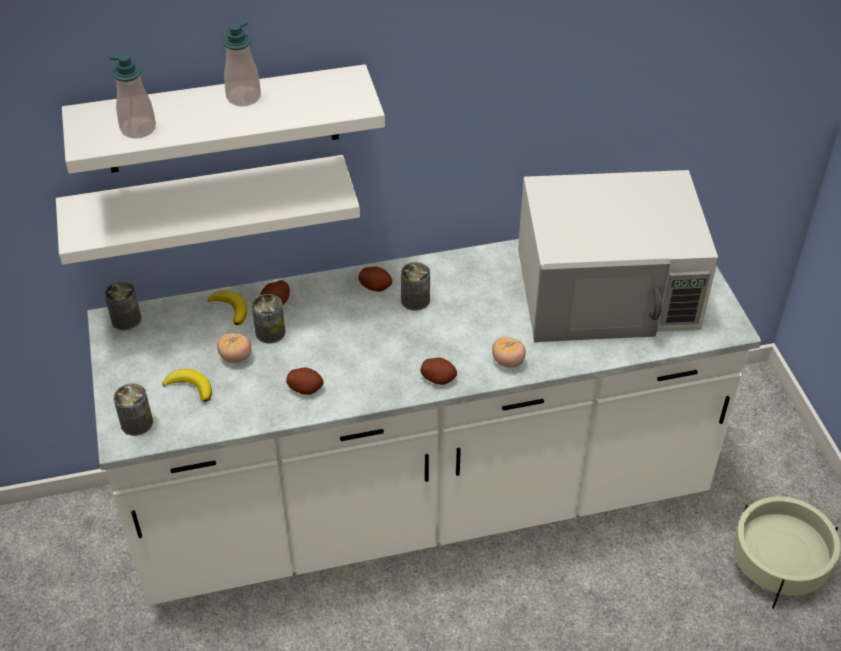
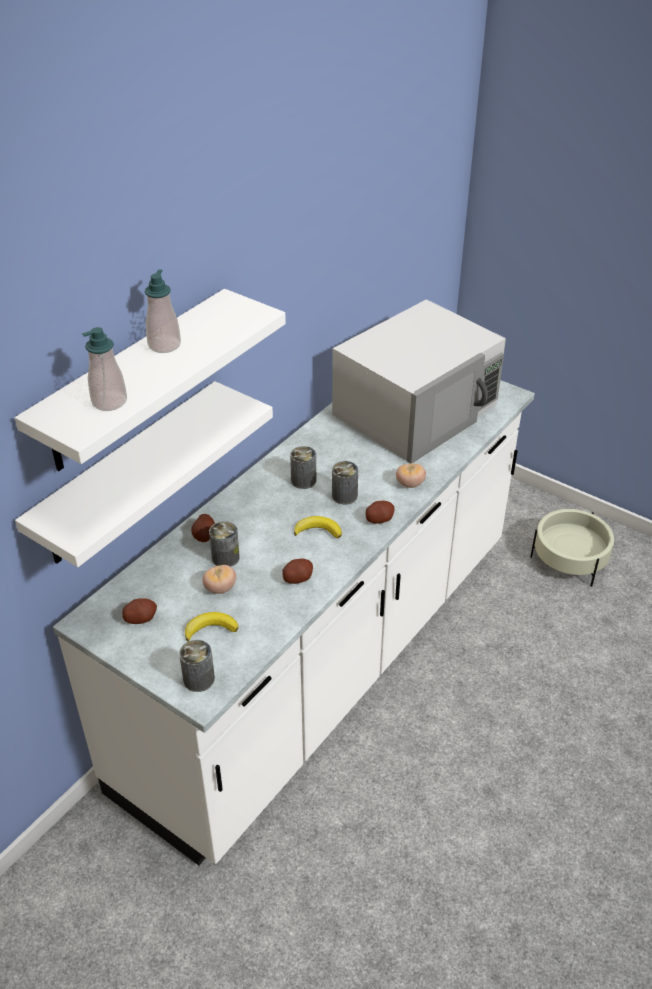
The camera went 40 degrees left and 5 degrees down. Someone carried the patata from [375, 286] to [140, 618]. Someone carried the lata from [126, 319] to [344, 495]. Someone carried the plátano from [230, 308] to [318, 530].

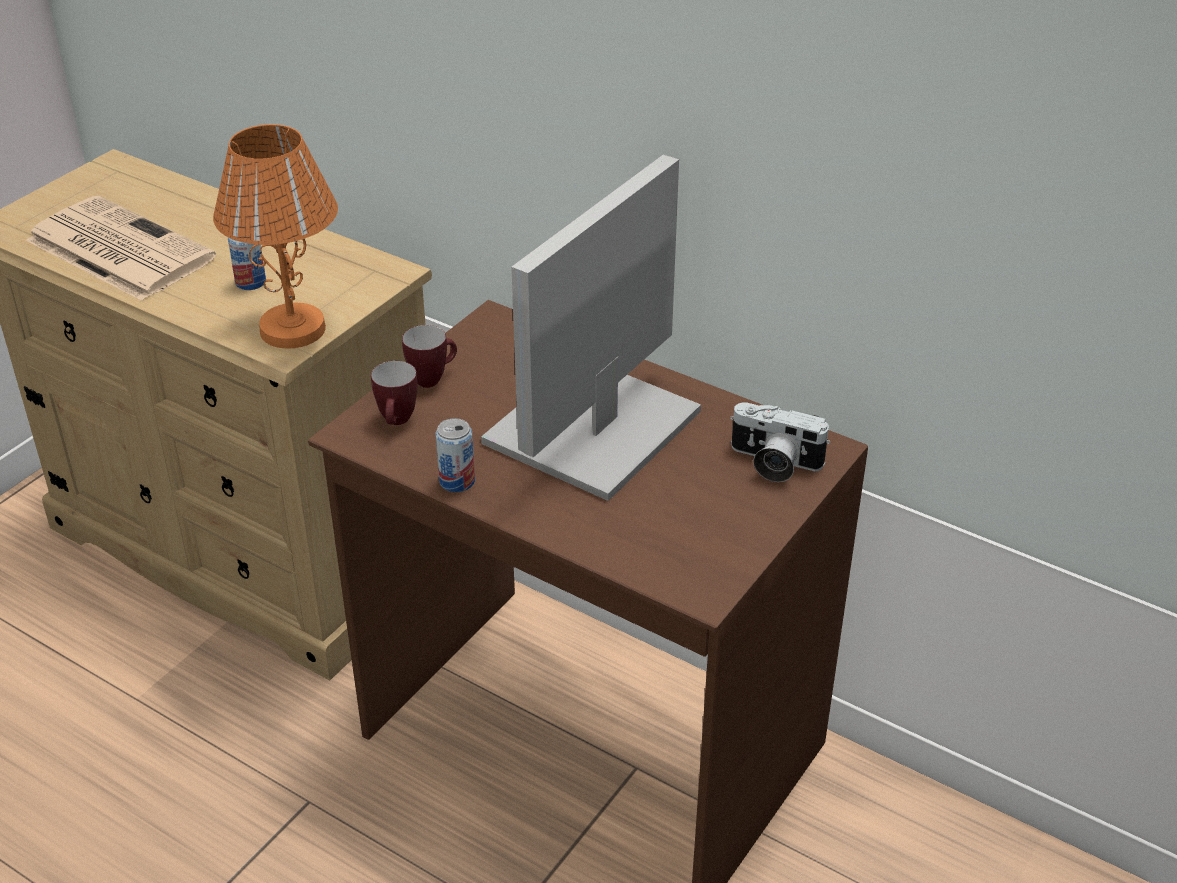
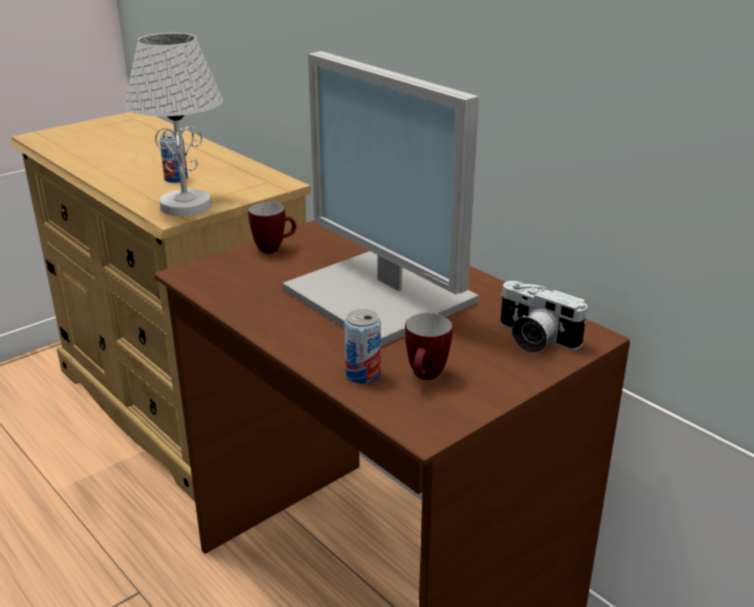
The camera went 15 degrees right and 10 degrees down. Someone repainted the lámpara de mesa [naranja] at [294, 329], which became the lámpara de mesa [blanco] at [187, 206]. Someone rotated the monitor at [592, 430] by 90 degrees counterclockwise. Someone took away the periódico at [117, 249]. Someone carried the taza grande from [397, 422] to [426, 377]. Someone carried the lata from [457, 481] to [363, 375].

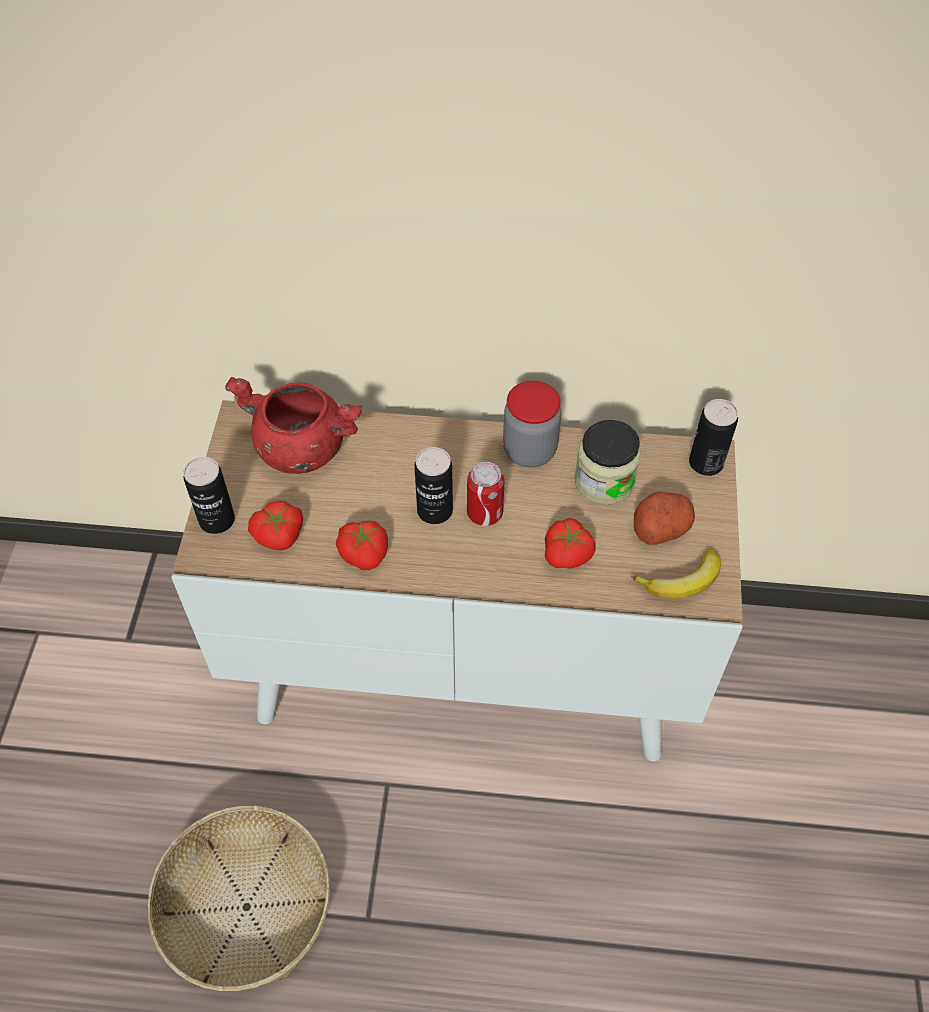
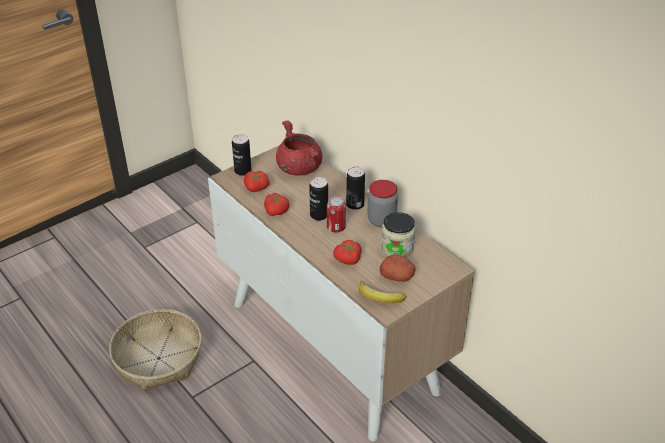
The camera went 45 degrees right and 15 degrees down. Someone carried the lata from [706, 463] to [355, 204].

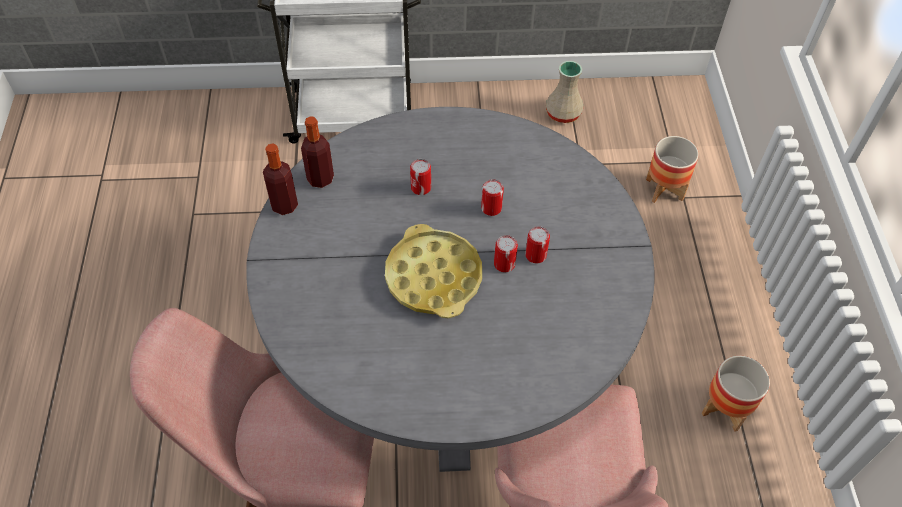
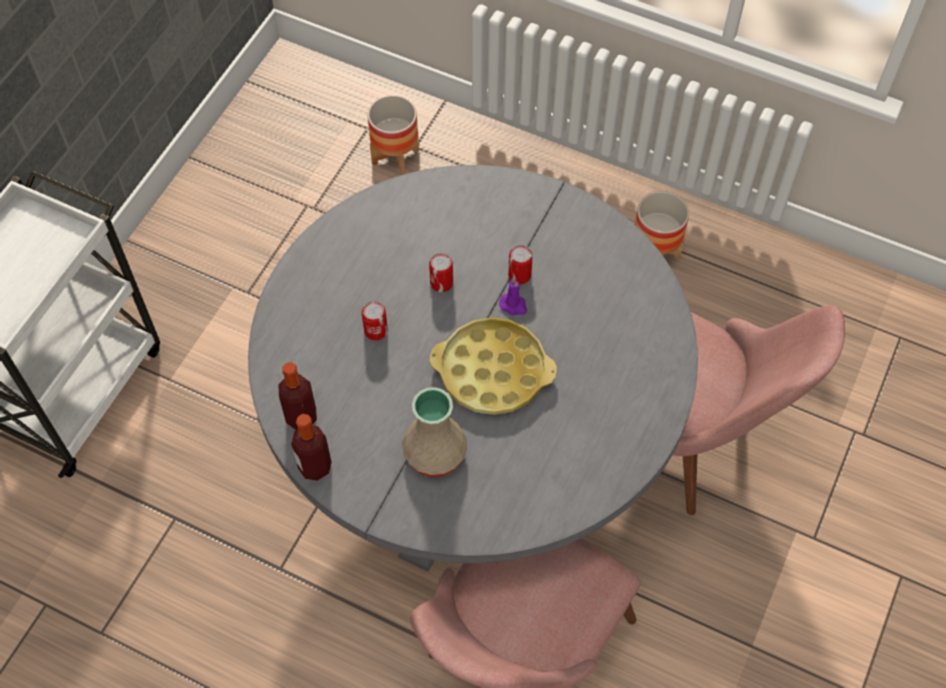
The camera went 60 degrees left and 5 degrees up. Someone carried the florero [beis] from [564, 113] to [436, 452]. Someone swapped the lata at [504, 264] for the vela [morado] at [514, 305].

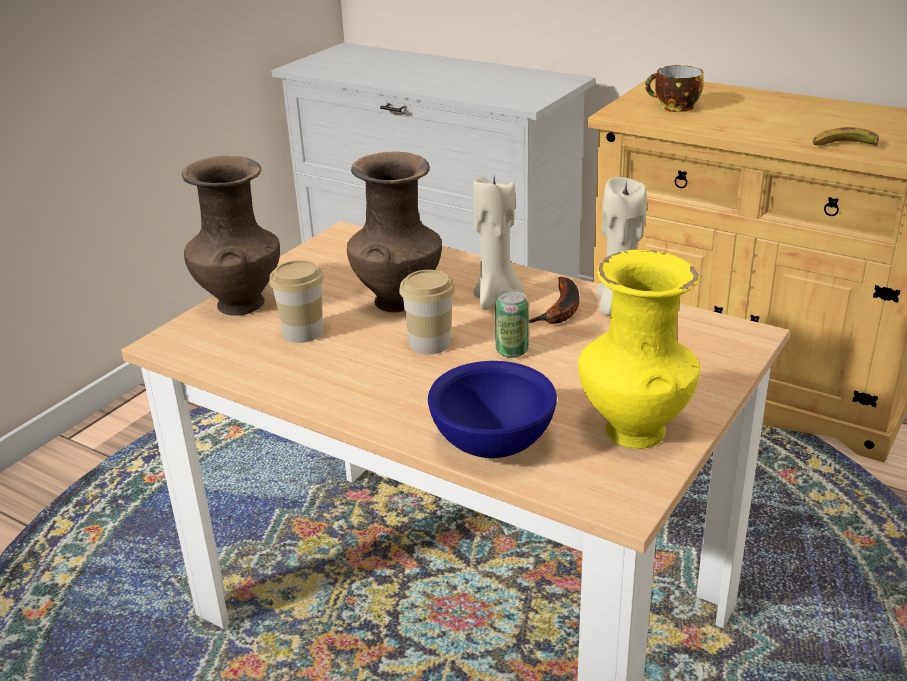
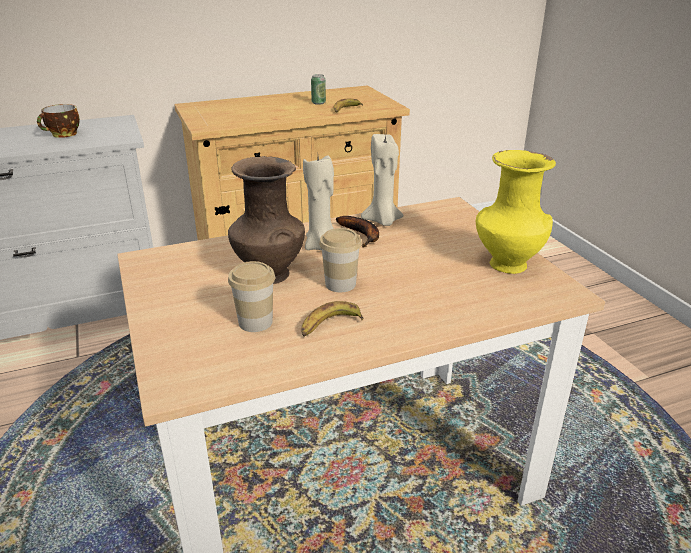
The camera went 55 degrees left and 0 degrees up. Someone carried the taza from [674, 108] to [63, 135]. Someone took away the florero [marrón] at [240, 303]. Someone carried the lata from [512, 351] to [318, 103]. Someone took away the cuenco [azul] at [494, 445]. Someone put down the plátano at [330, 325].

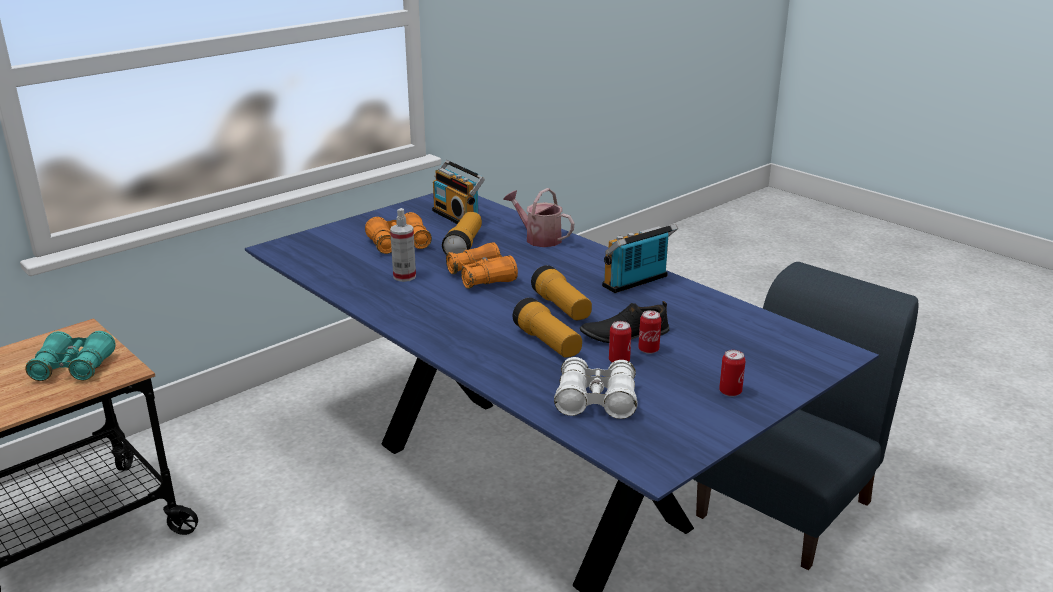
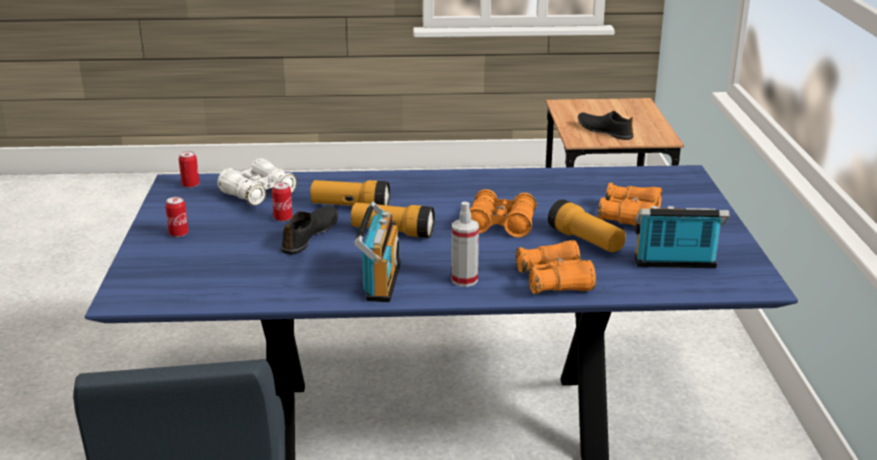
The camera went 130 degrees right and 0 degrees up. Someone swapped the regadera at [539, 238] for the prismáticos [naranja] at [554, 281]. Someone carried the pulverizador from [404, 276] to [464, 280]. Someone carried the lata from [648, 349] to [190, 185]. Someone swapped the prismáticos [turquesa] at [74, 368] for the zapato [negro] at [604, 131].

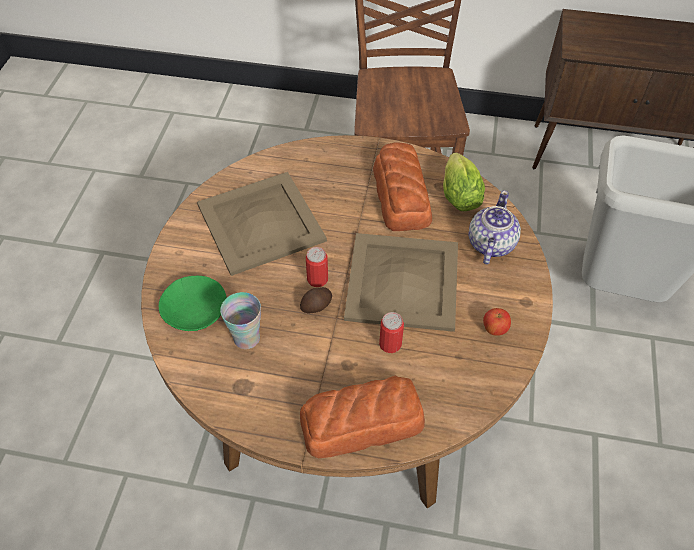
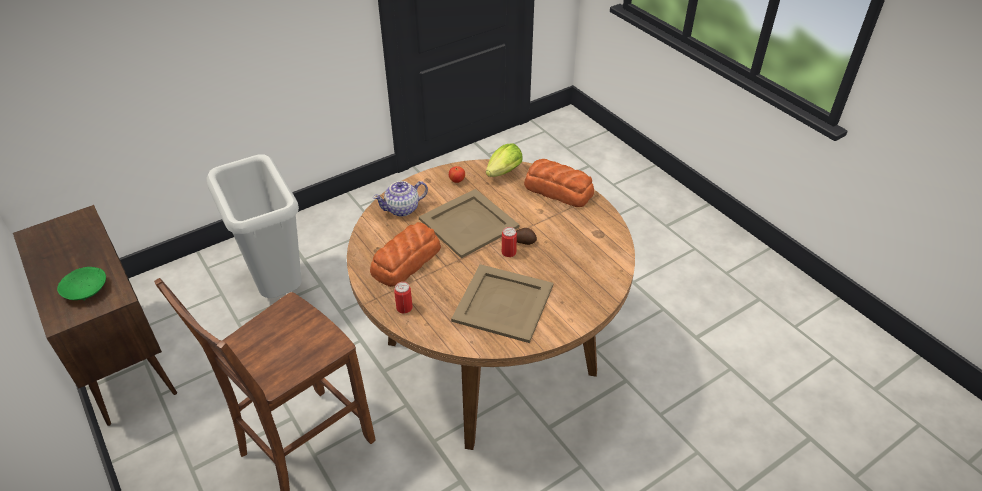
The camera went 135 degrees left and 10 degrees down. Someone carried the lechuga from [458, 193] to [502, 173]. Someone carried the cuenco [verde] from [195, 312] to [86, 289]. Someone took away the taza at [246, 338]. Someone carried the lata from [390, 344] to [404, 308].

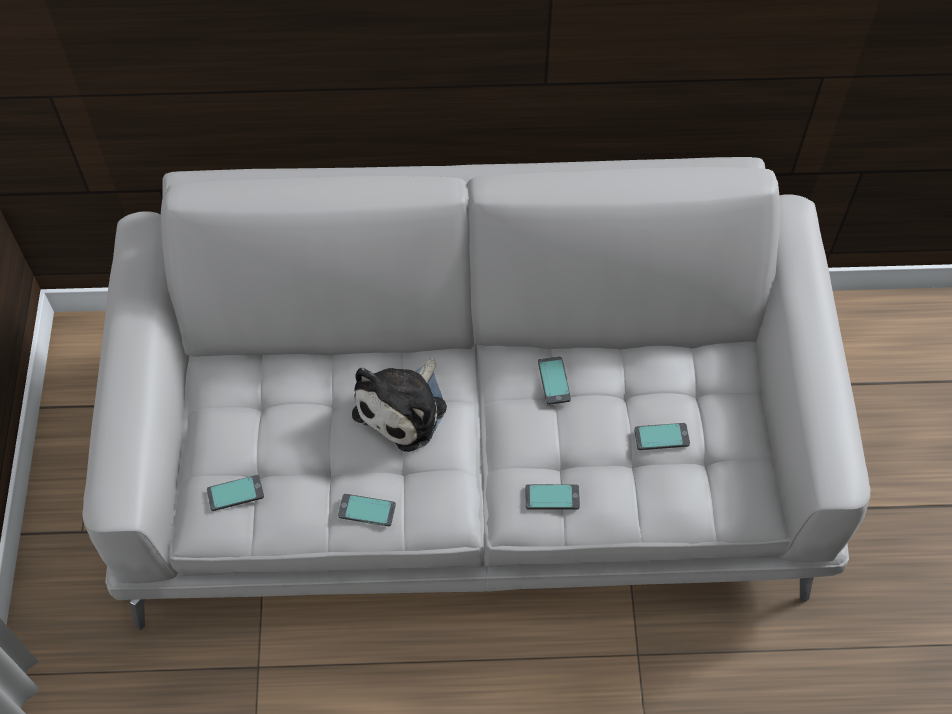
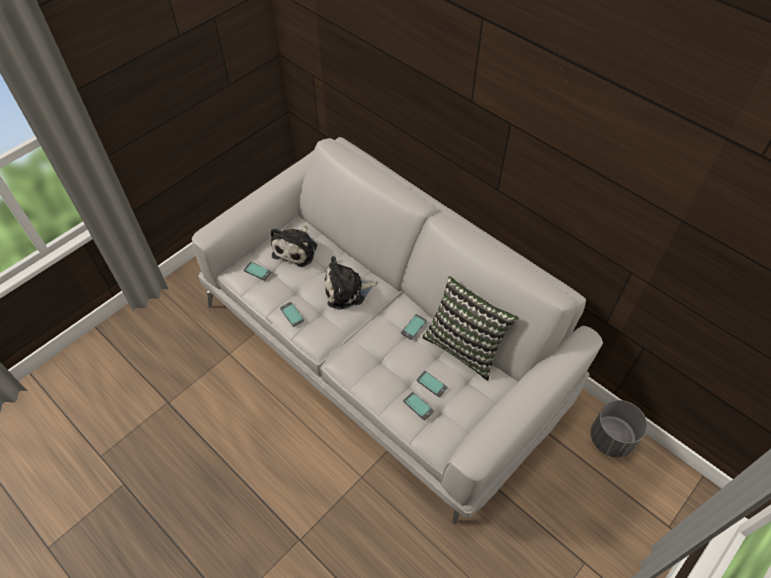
The camera went 45 degrees right and 5 degrees down. Someone carried the móvil from [552, 497] to [418, 406]. Someone put down the peluche at [296, 249]. Someone put down the cojín at [464, 346]. Someone put down the maceta [gris] at [611, 438].

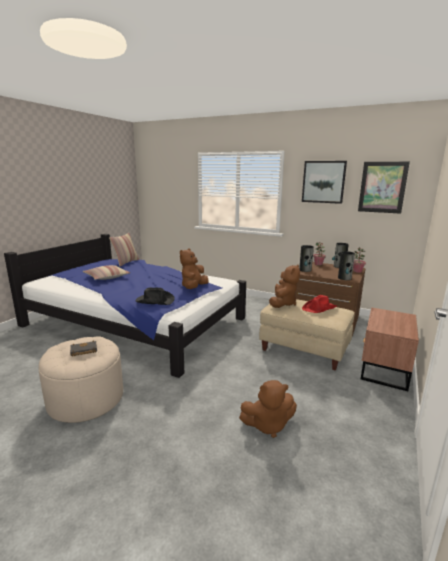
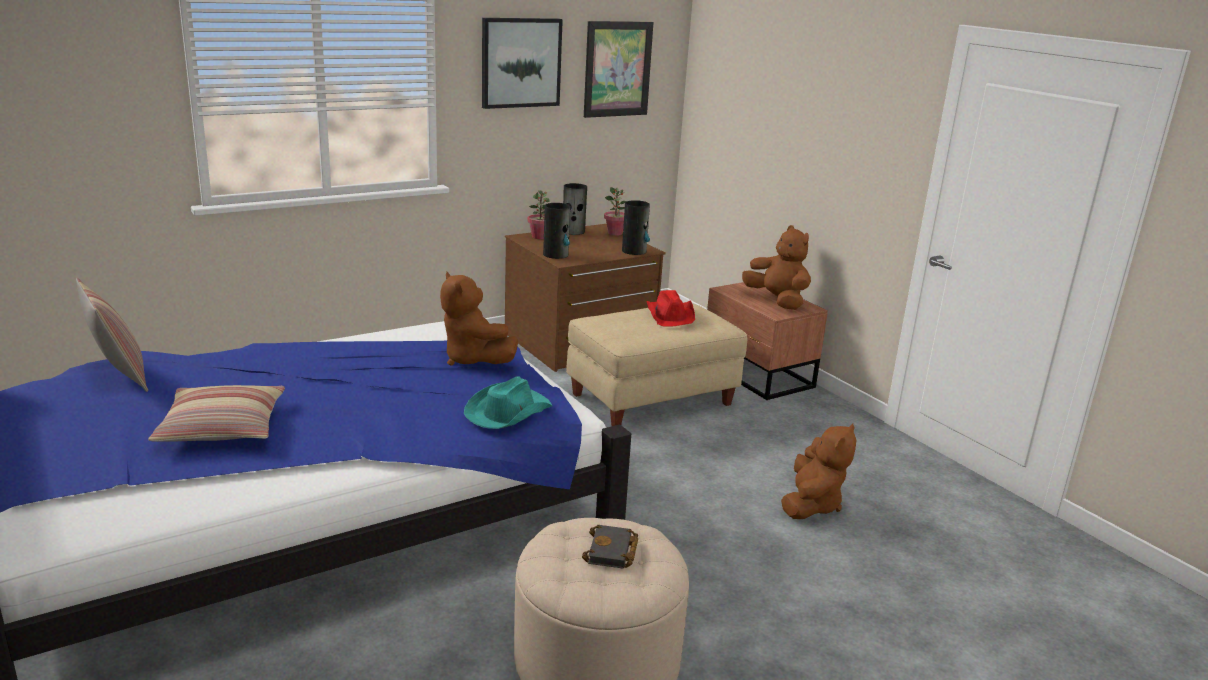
The camera went 60 degrees left and 5 degrees up. Someone carried the peluche [marrón] from [283, 303] to [777, 301]. Someone repainted the sombrero [negro] at [154, 300], which became the sombrero [turquesa] at [507, 411].

